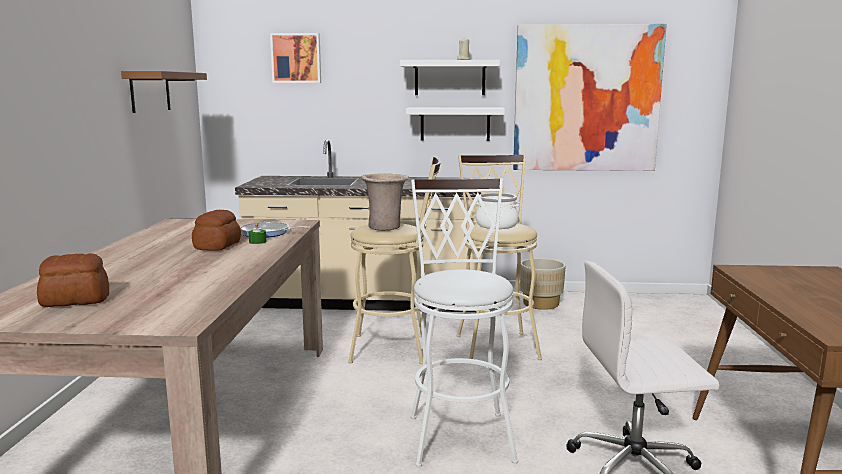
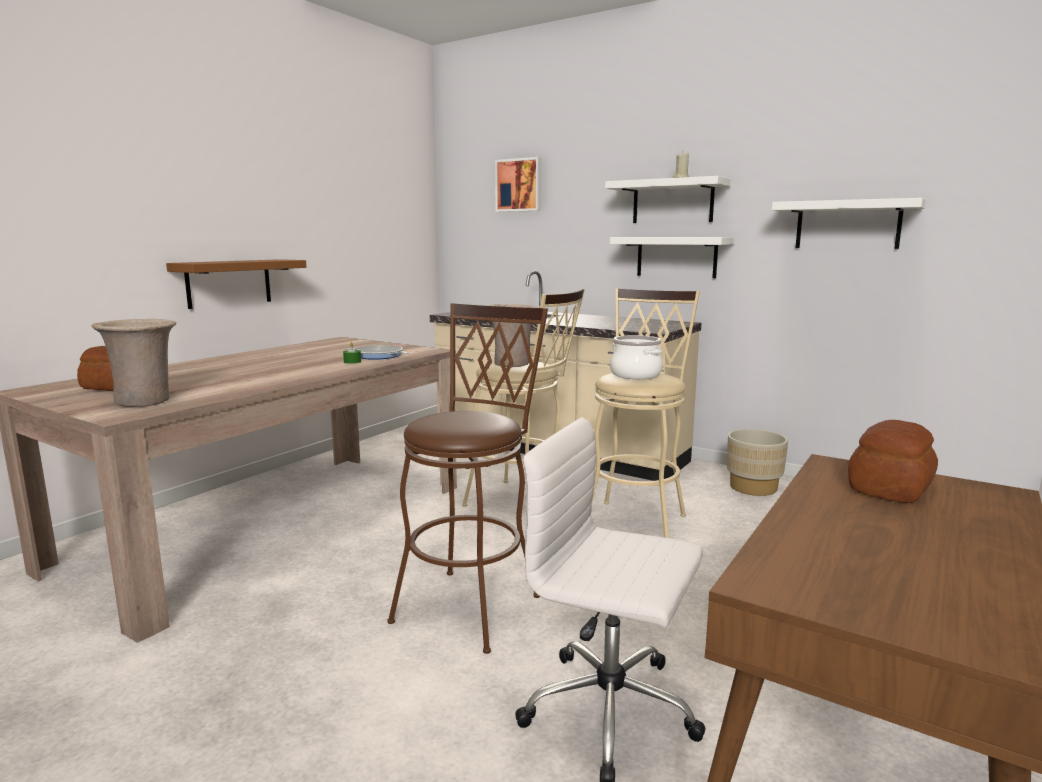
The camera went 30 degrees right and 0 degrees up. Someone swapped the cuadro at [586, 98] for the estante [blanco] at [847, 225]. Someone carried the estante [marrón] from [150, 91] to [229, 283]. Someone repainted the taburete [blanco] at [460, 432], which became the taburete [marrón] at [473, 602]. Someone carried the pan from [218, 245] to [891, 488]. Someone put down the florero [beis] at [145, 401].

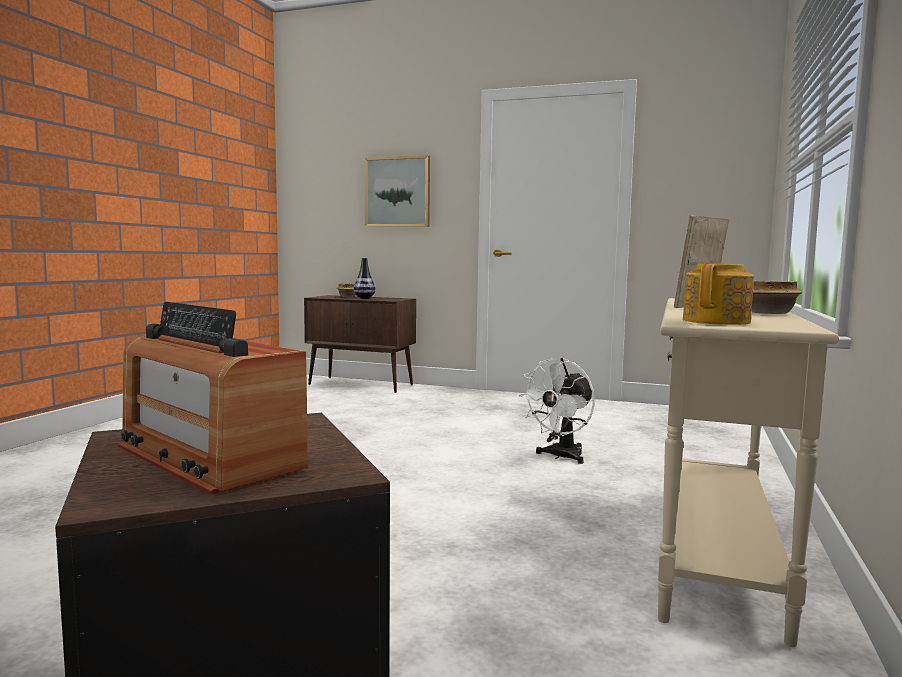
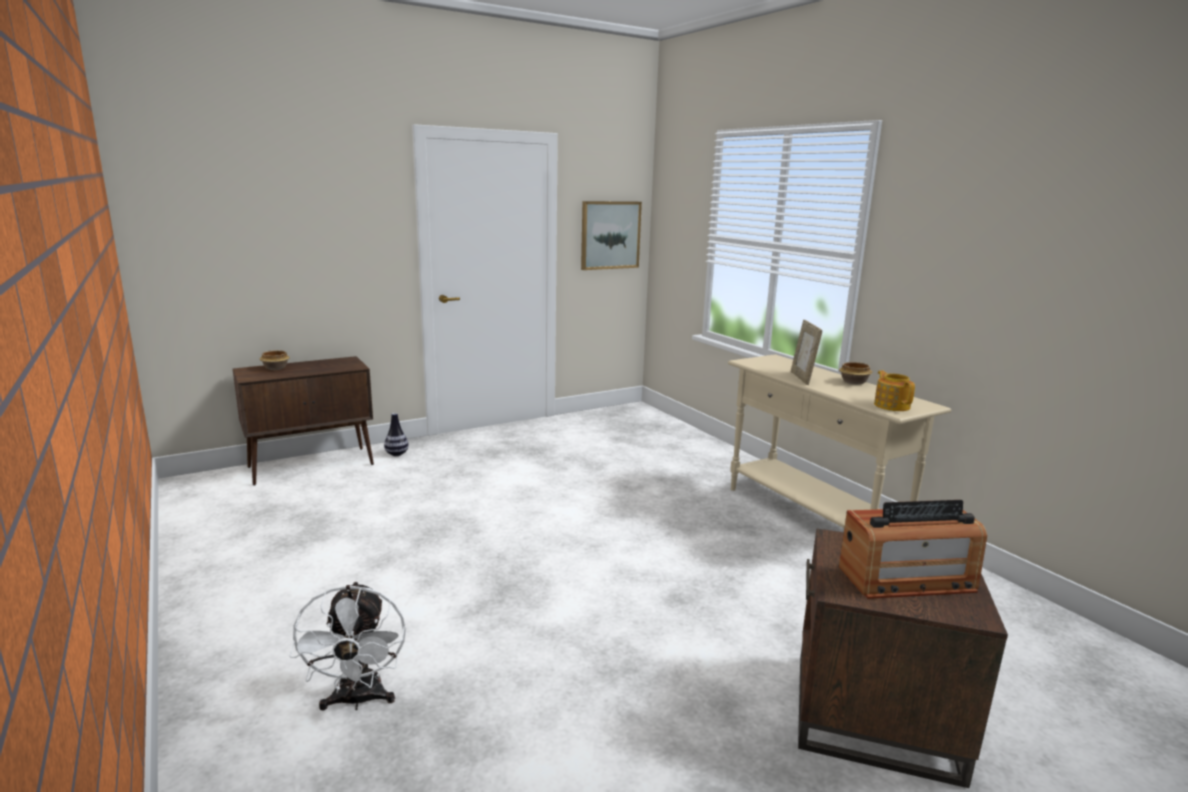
The camera went 50 degrees left and 10 degrees up. Someone carried the cuadro from [397, 192] to [610, 235]. Someone carried the florero from [364, 298] to [396, 454]. Someone carried the ventilador [blanco] from [560, 457] to [358, 700].

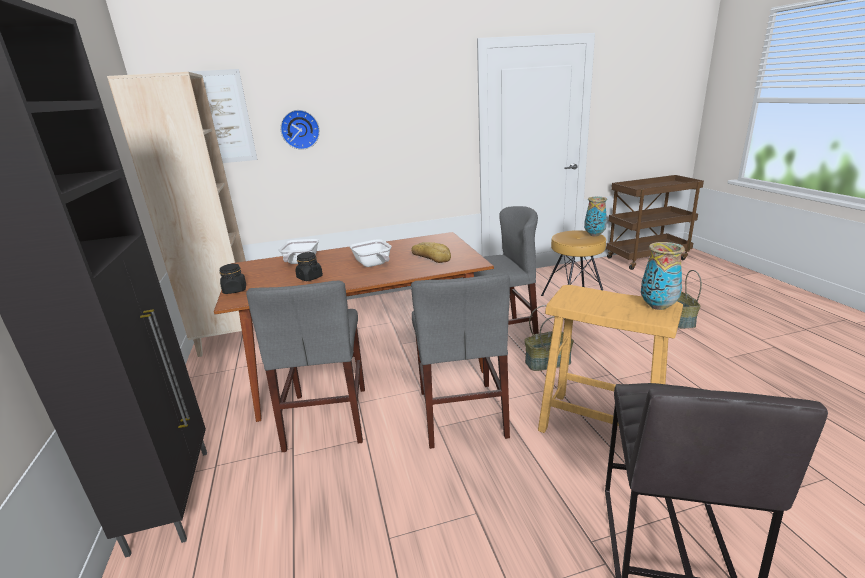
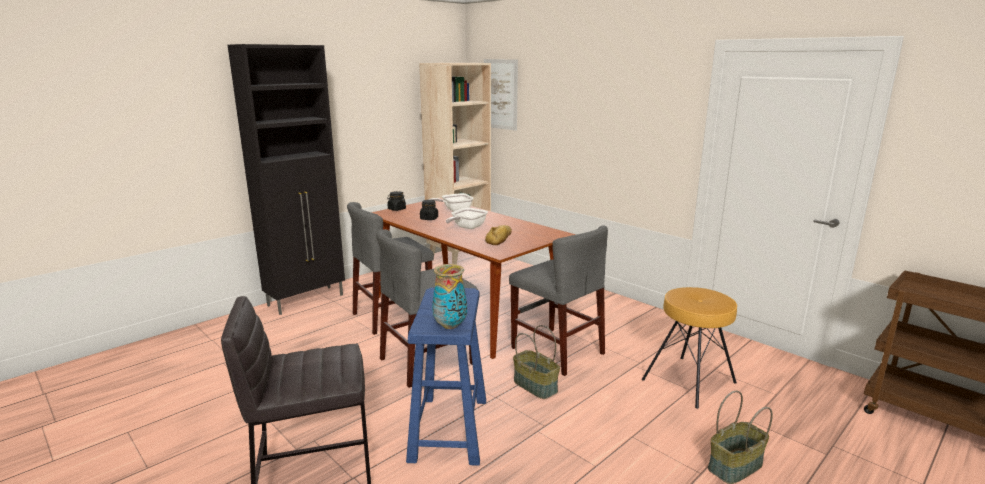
The camera went 60 degrees right and 5 degrees down. Someone took away the reloj de pared at [300, 129]. Someone took away the florero at [594, 235]. Someone repainted the taburete [beis] at [599, 426], which became the taburete [azul] at [449, 429].

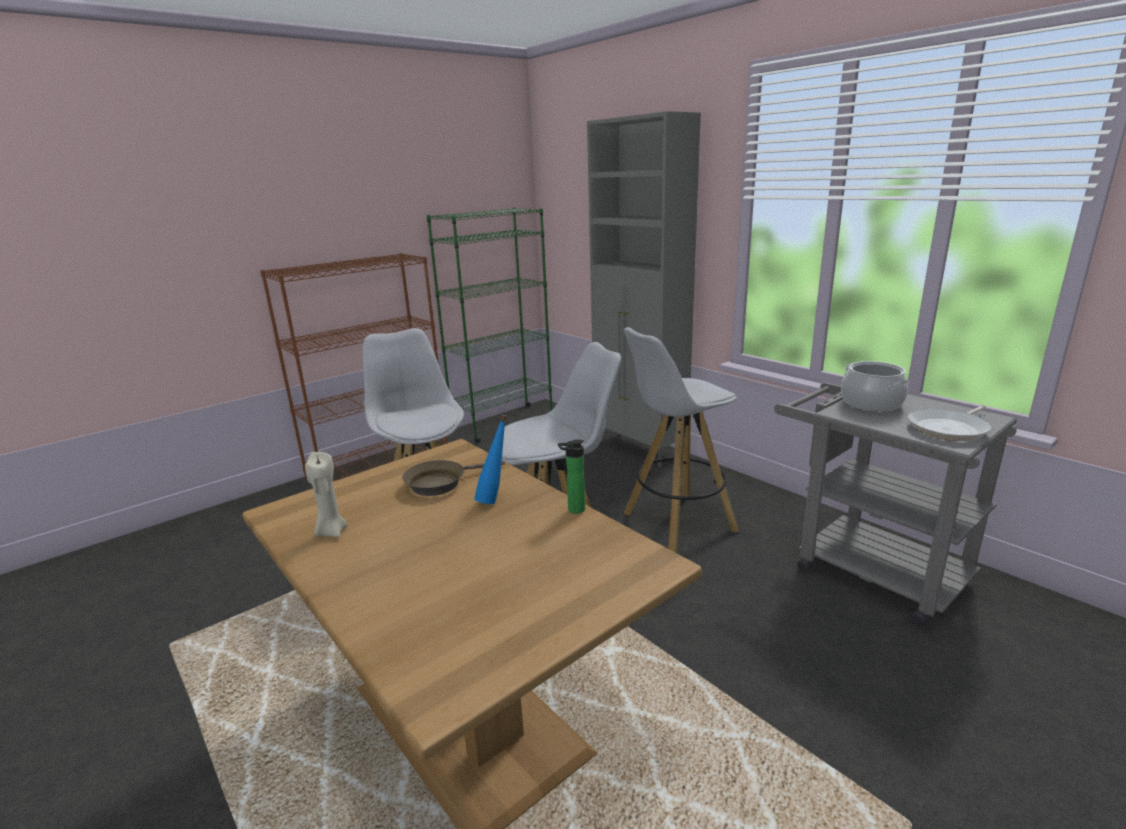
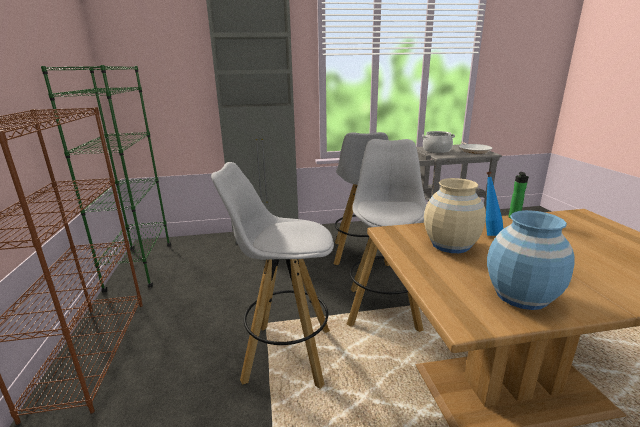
The camera went 60 degrees left and 0 degrees up. Someone swapped the vela [beis] at [331, 532] for the florero [azul] at [521, 296]. Someone swapped the sartén [marrón] at [440, 483] for the florero [beis] at [450, 244].

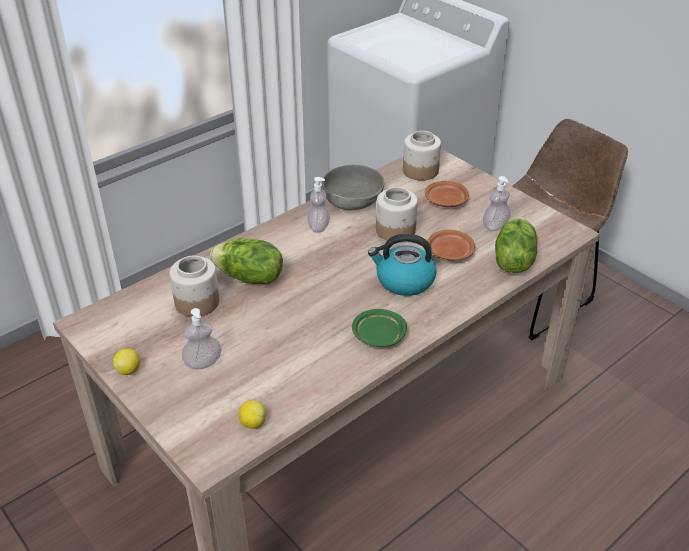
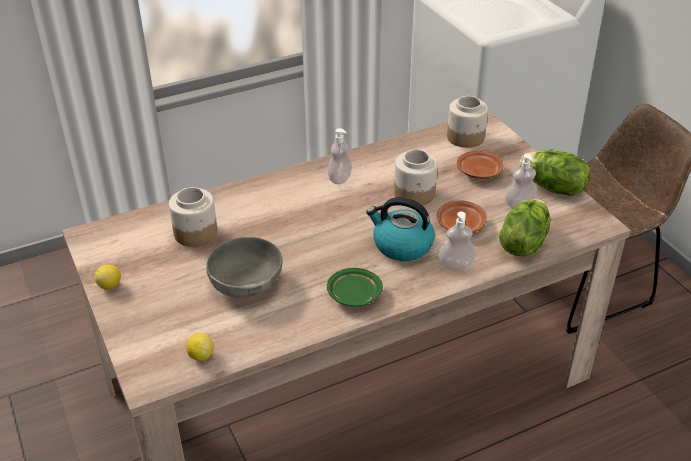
The camera went 15 degrees right and 0 degrees up. Someone carried the cuenco [gris] from [353, 201] to [247, 283]. Someone carried the lechuga from [249, 278] to [553, 188]. Someone carried the dispensador de jabón from [203, 362] to [456, 265].

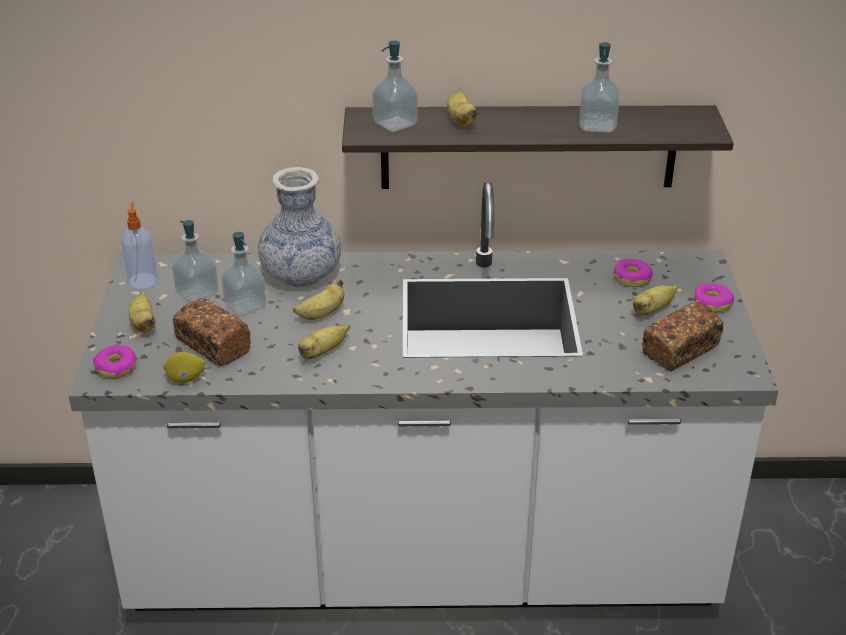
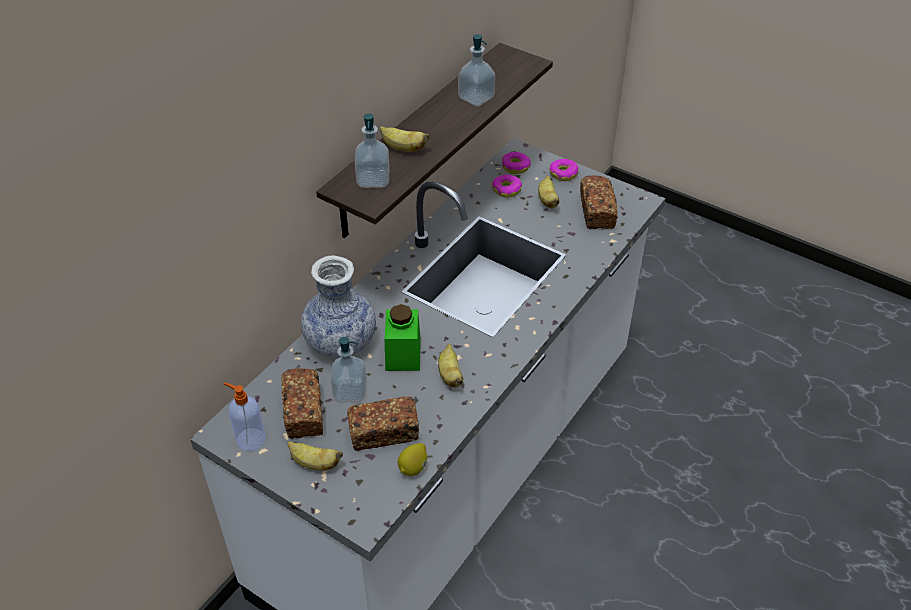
The camera went 55 degrees left and 10 degrees up. Someone swapped the dispensador de jabón at [197, 293] for the pan at [304, 412]. Someone swapped the plátano at [321, 314] for the tarro [verde] at [403, 354]. Someone carried the rosquilla from [116, 367] to [515, 167].

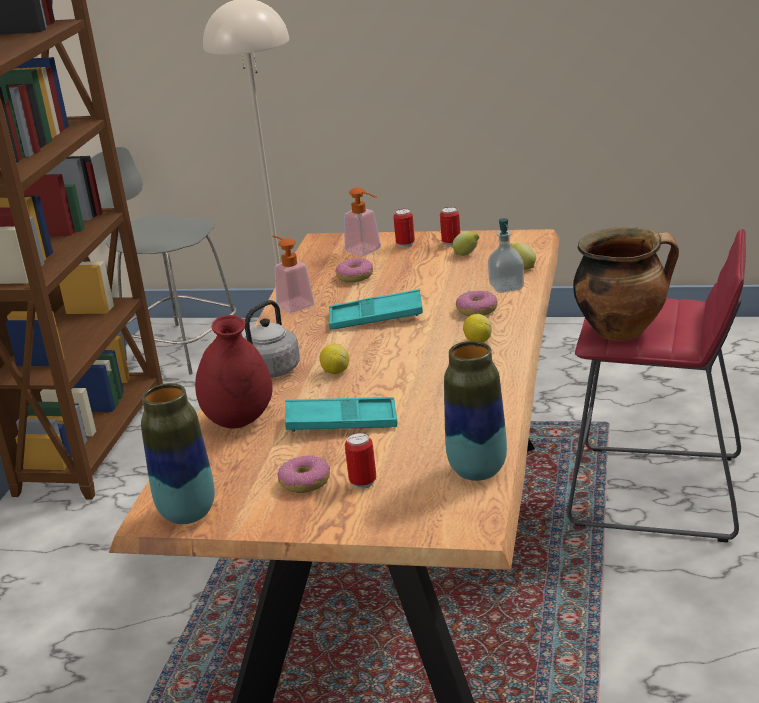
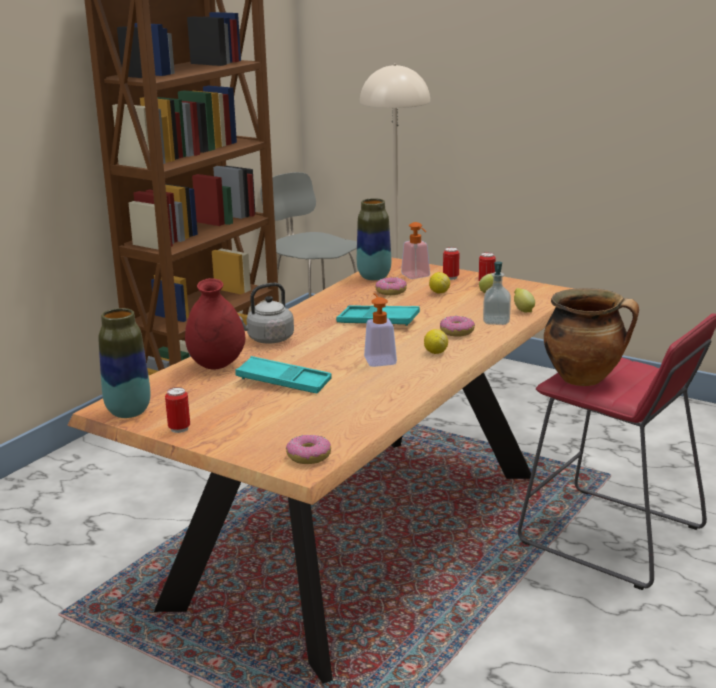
The camera went 20 degrees right and 5 degrees down. Someone carried the dispensador de jabón from [292, 303] to [379, 359]. Someone carried the florero from [477, 471] to [374, 277]. Someone carried the limón from [335, 371] to [439, 292]. Someone carried the lata from [363, 482] to [179, 429]. Someone carried the rosquilla from [305, 482] to [309, 456].

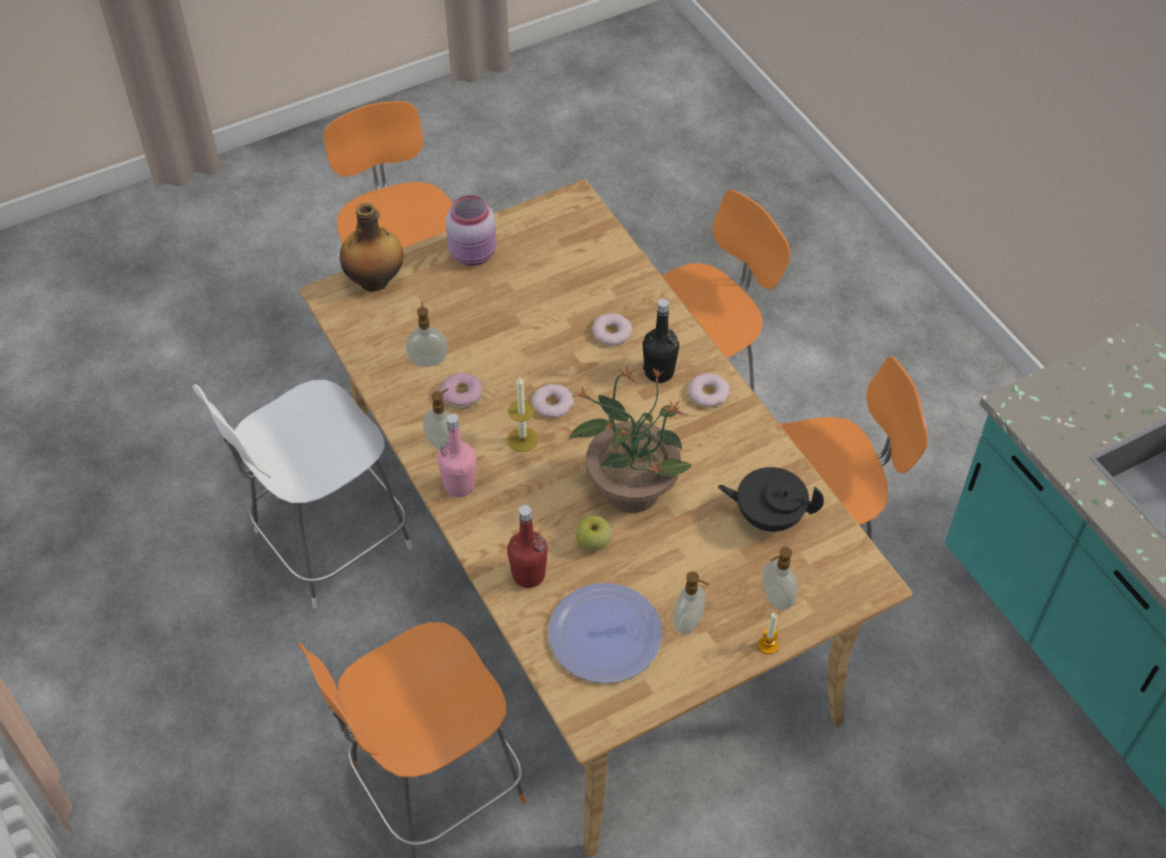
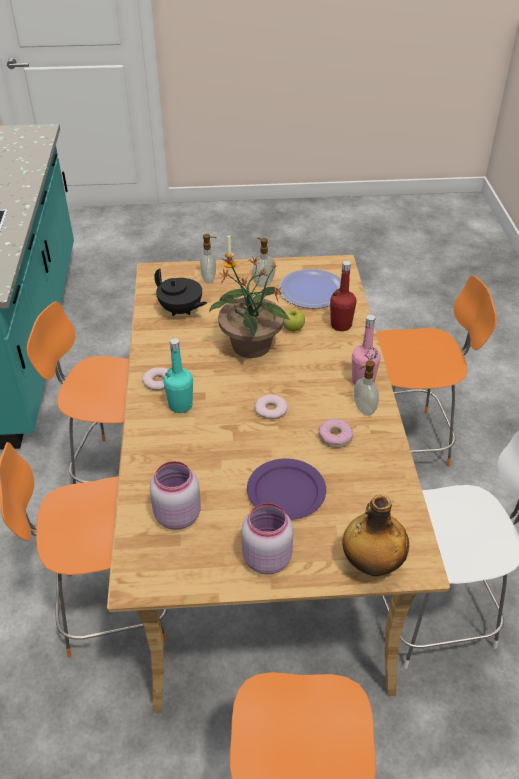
The camera went 155 degrees left and 10 degrees down. Someone repainted the botella [negro] at [659, 372], which became the botella [turquesa] at [180, 405]. Someone took away the dispensador de jabón at [428, 360]. Someone took away the rosquilla at [611, 332]. Someone took away the vela at [522, 439]. Someone put down the plato [morado] at [286, 491]. Someone put down the tarro [rosa] at [176, 515].

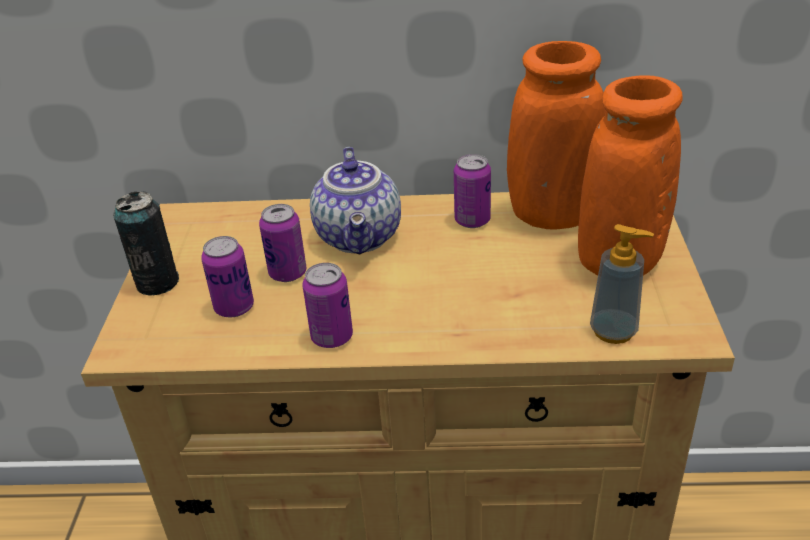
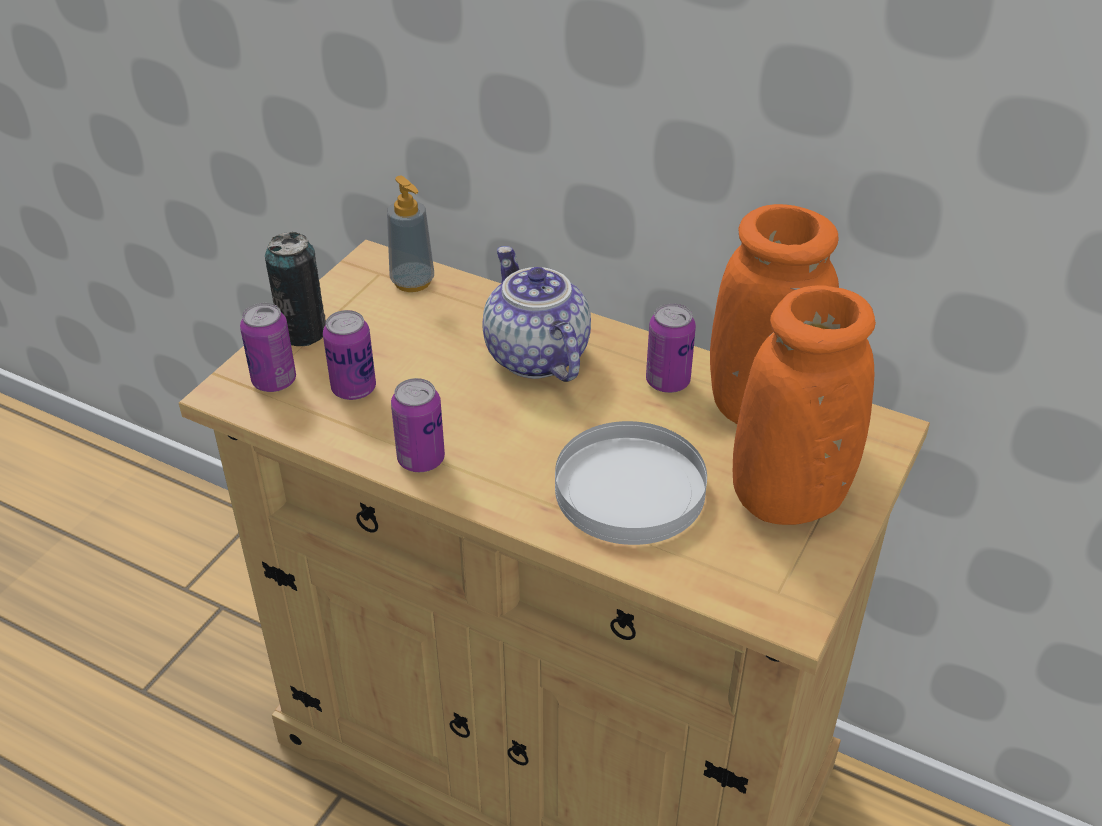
The camera went 25 degrees right and 5 degrees up. Someone rotated the tetera at [361, 237] by 135 degrees clockwise. Someone carried the lata from [288, 273] to [274, 381]. Someone carried the dispensador de jabón from [613, 331] to [412, 281]. Someone put down the plato [blanco] at [630, 488].

